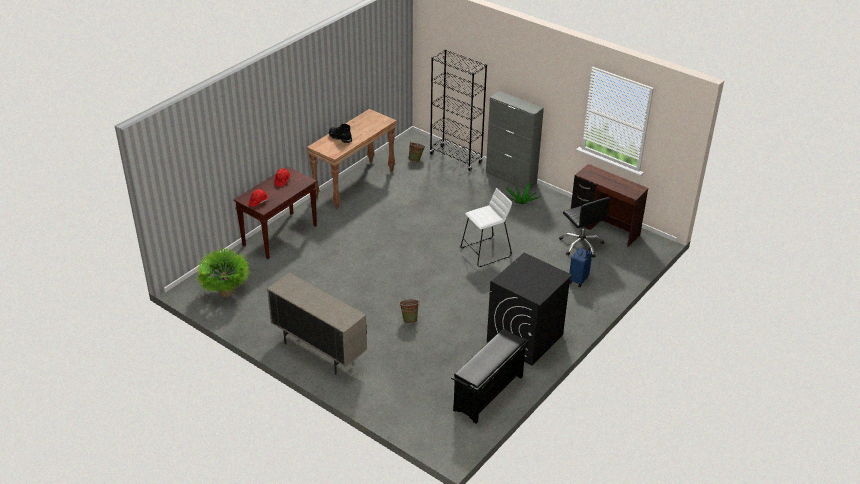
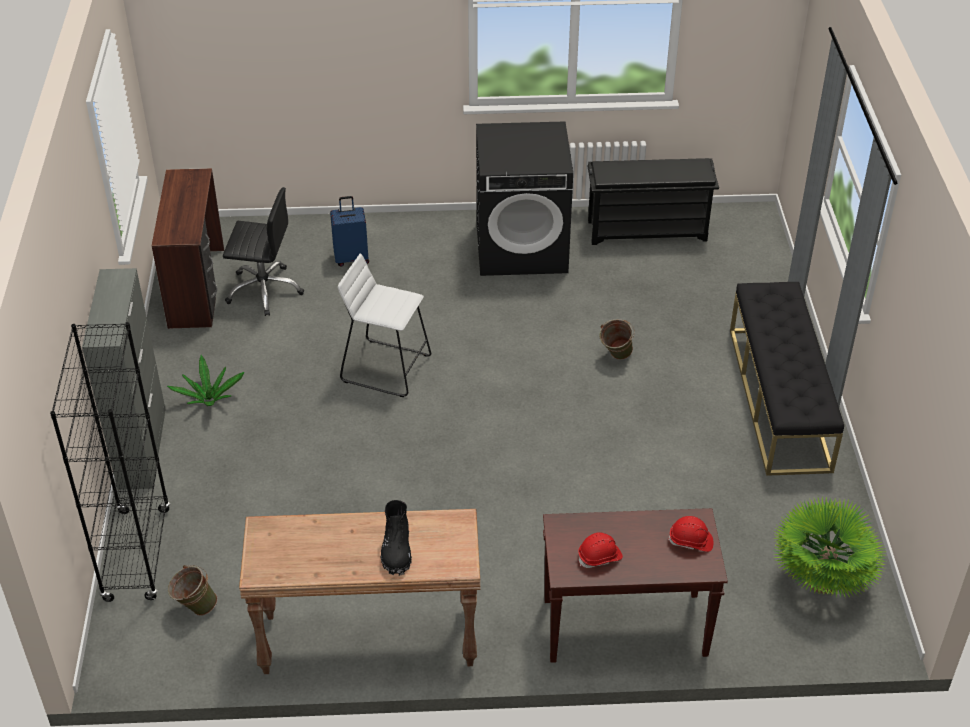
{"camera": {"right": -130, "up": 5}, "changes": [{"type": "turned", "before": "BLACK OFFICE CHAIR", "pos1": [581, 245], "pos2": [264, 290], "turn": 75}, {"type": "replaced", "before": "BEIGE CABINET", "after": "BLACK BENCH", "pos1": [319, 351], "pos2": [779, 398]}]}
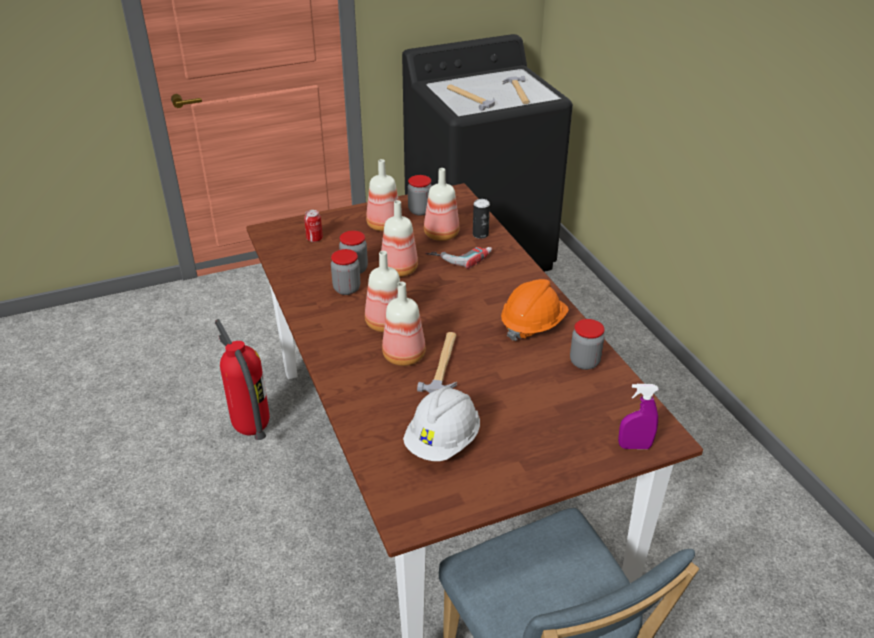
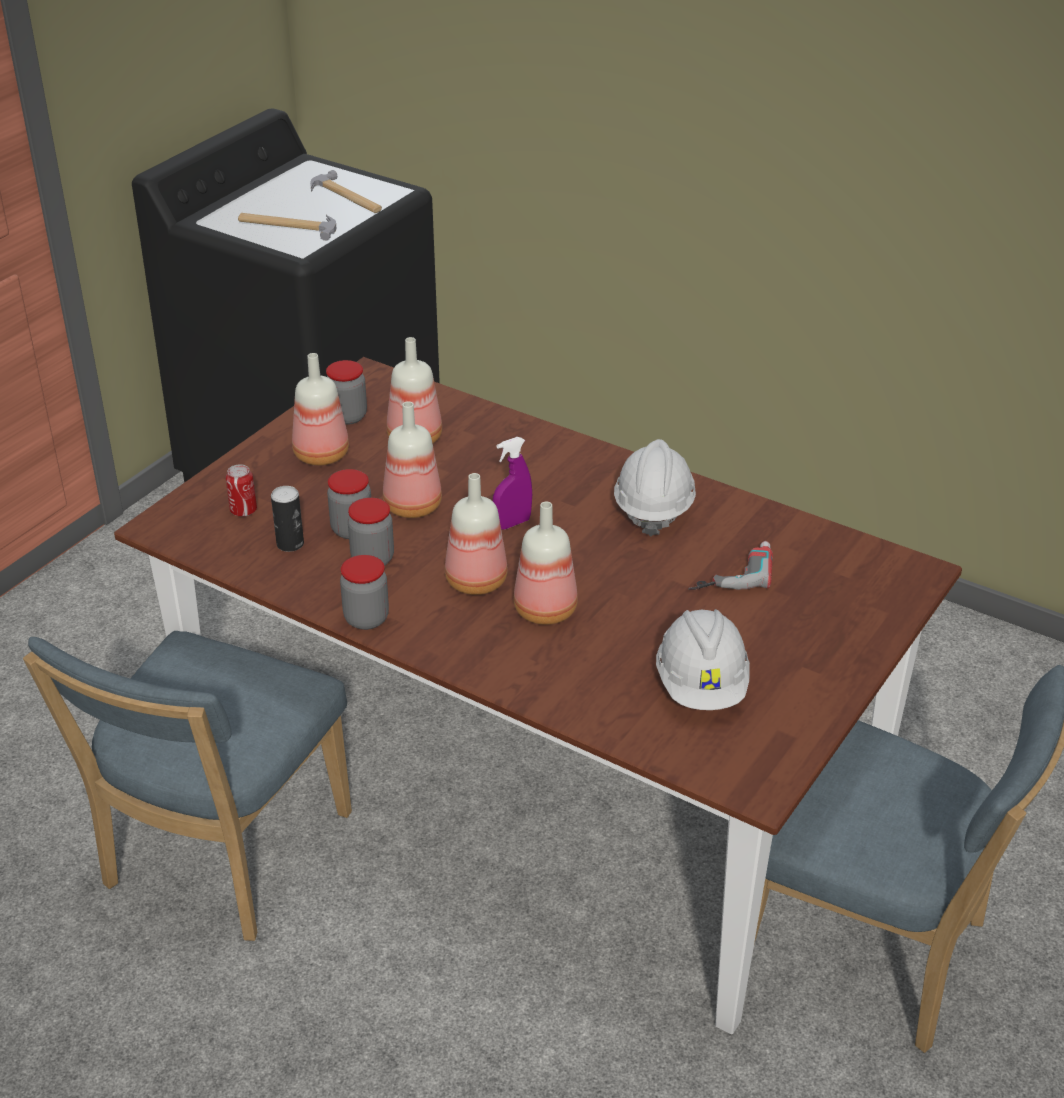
{"camera": {"right": -35, "up": 0}, "changes": [{"type": "moved", "before": "CAN", "pos1": [480, 234], "pos2": [290, 544]}, {"type": "moved", "before": "POWER DRILL", "pos1": [459, 255], "pos2": [730, 572]}, {"type": "recoloured", "before": "ORANGE HARD HAT", "after": "WHITE HARD HAT", "pos1": [532, 325], "pos2": [653, 508]}, {"type": "replaced", "before": "FIRE EXTINGUISHER", "after": "BLUE CHAIR", "pos1": [251, 430], "pos2": [220, 857]}, {"type": "moved", "before": "JAR", "pos1": [584, 362], "pos2": [366, 619]}, {"type": "removed", "before": "HAMMER", "pos1": [444, 365]}, {"type": "moved", "before": "PURPLE SPRAY BOTTLE", "pos1": [634, 446], "pos2": [512, 523]}]}
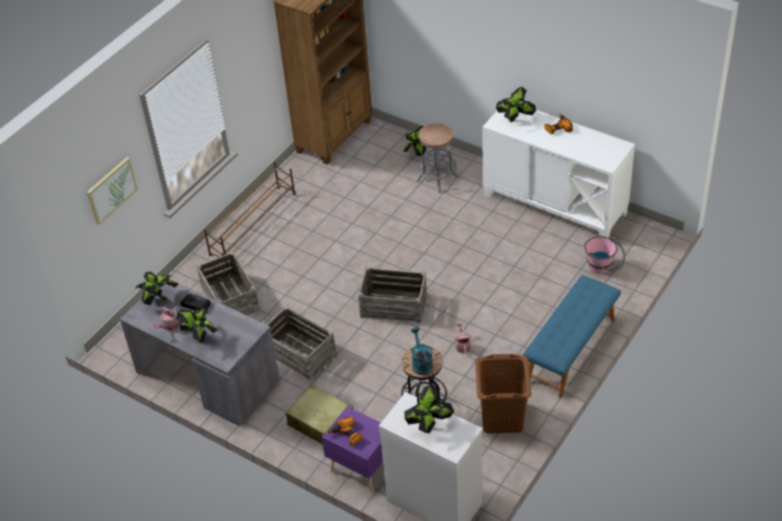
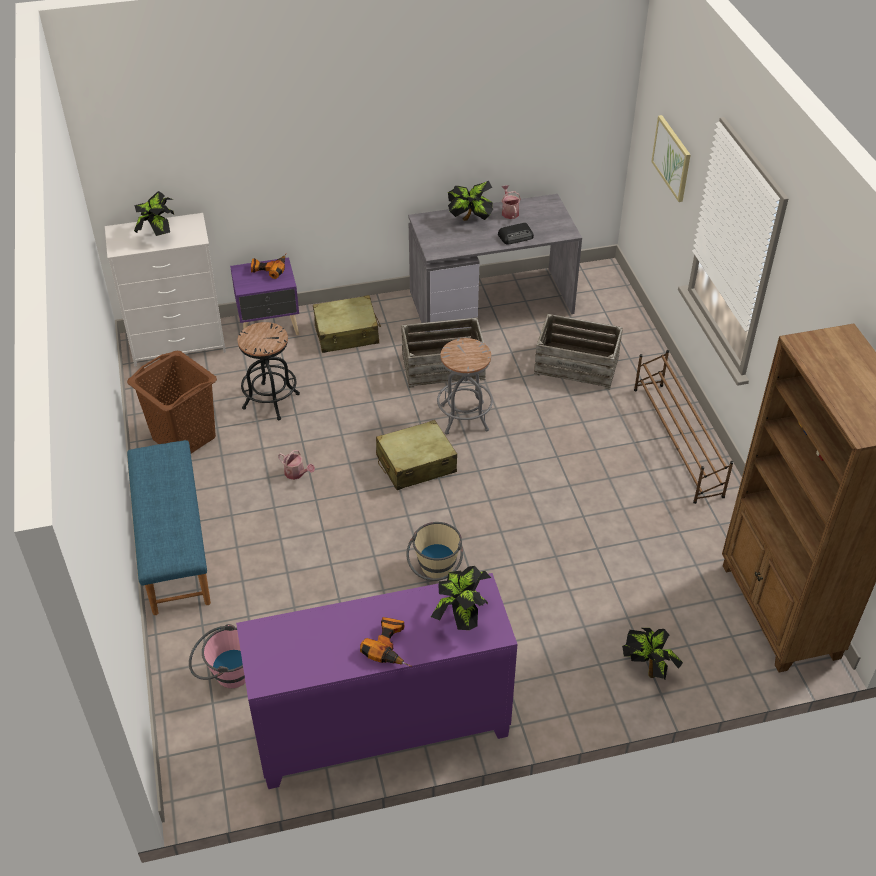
{"camera": {"right": 130, "up": 0}, "changes": [{"type": "recoloured", "before": "WHITE CABINET", "after": "PURPLE CABINET", "pos1": [555, 204], "pos2": [381, 728]}, {"type": "moved", "before": "GREY STOOL", "pos1": [437, 179], "pos2": [464, 417]}, {"type": "replaced", "before": "CRATE", "after": "BEIGE SUITCASE", "pos1": [394, 305], "pos2": [415, 464]}, {"type": "removed", "before": "POTTED PLANT", "pos1": [159, 300]}, {"type": "removed", "before": "TURQUOISE WATERING CAN", "pos1": [421, 363]}, {"type": "added", "after": "BEIGE BUCKET", "pos2": [435, 572]}]}
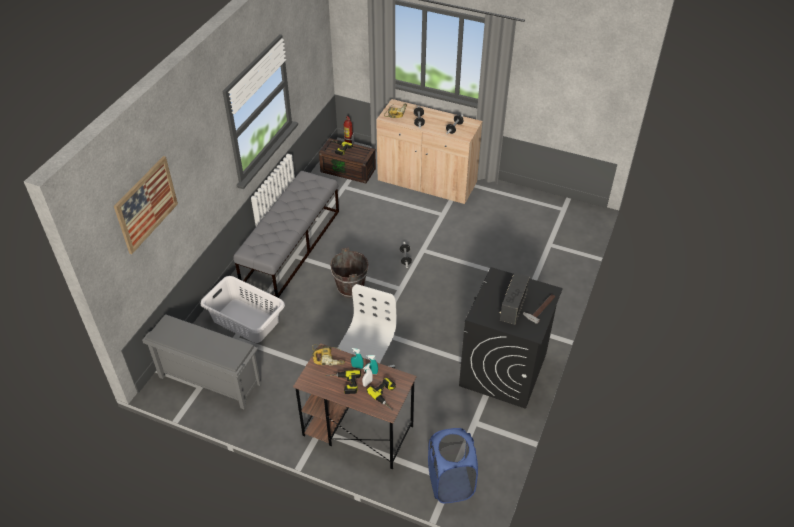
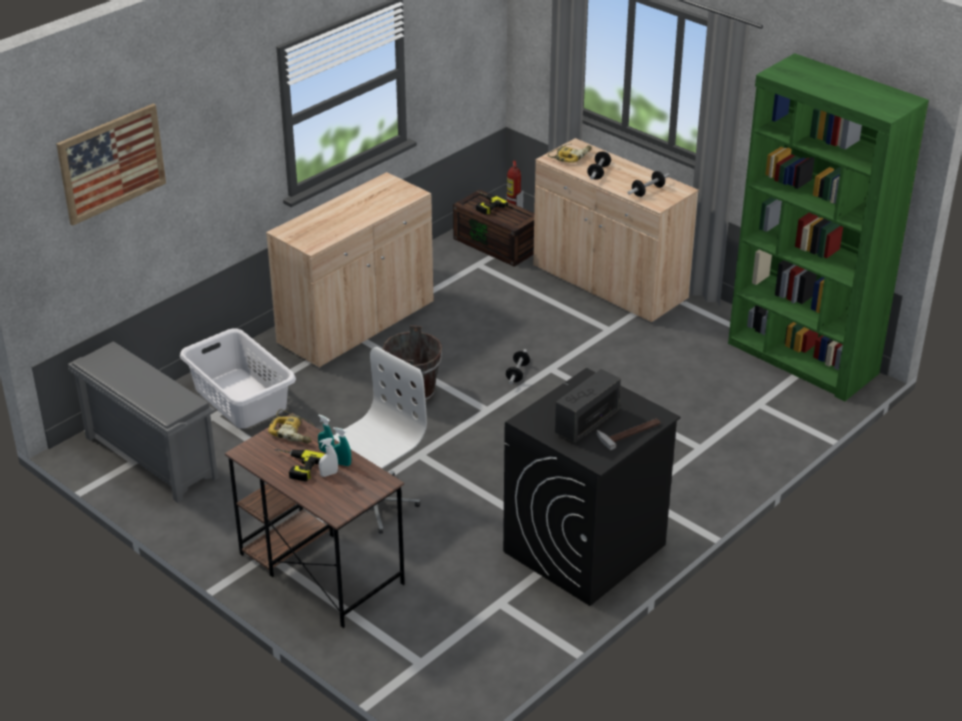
{"camera": {"right": 20, "up": -10}, "changes": [{"type": "replaced", "before": "GREY BENCH", "after": "BEIGE CABINET", "pos1": [291, 247], "pos2": [356, 324]}, {"type": "removed", "before": "POWER DRILL", "pos1": [387, 396]}, {"type": "removed", "before": "BLUE LAUNDRY BASKET", "pos1": [450, 483]}, {"type": "added", "after": "GREEN BOOKCASE", "pos2": [802, 359]}]}
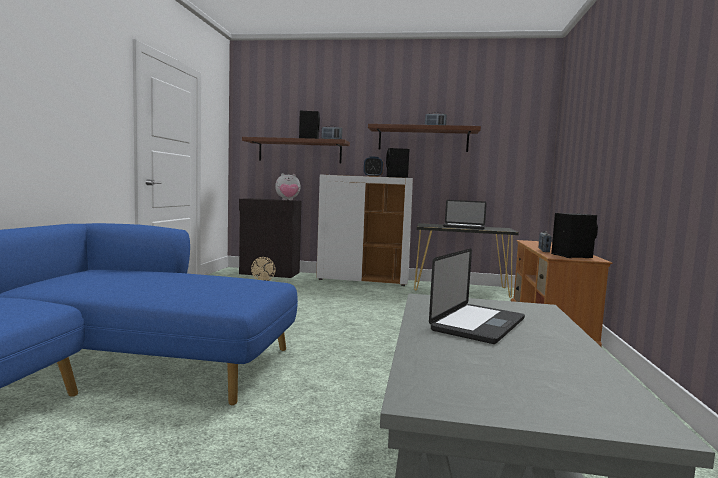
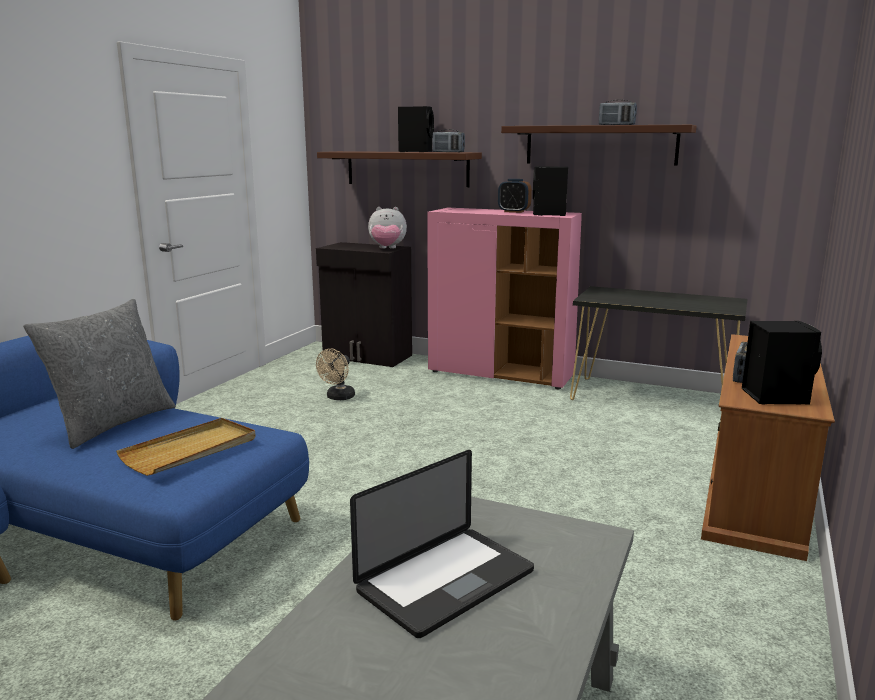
{"camera": {"right": 15, "up": 10}, "changes": [{"type": "recoloured", "before": "WHITE CABINET", "after": "PINK CABINET", "pos1": [363, 280], "pos2": [501, 374]}, {"type": "removed", "before": "LAPTOP", "pos1": [463, 227]}, {"type": "added", "after": "GREY PILLOW", "pos2": [112, 423]}, {"type": "added", "after": "BEIGE TRAY", "pos2": [191, 450]}]}
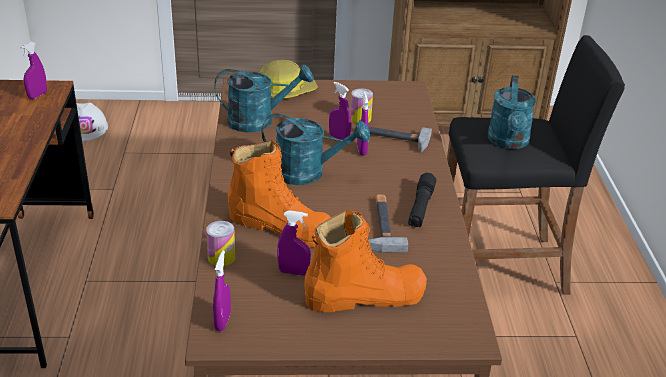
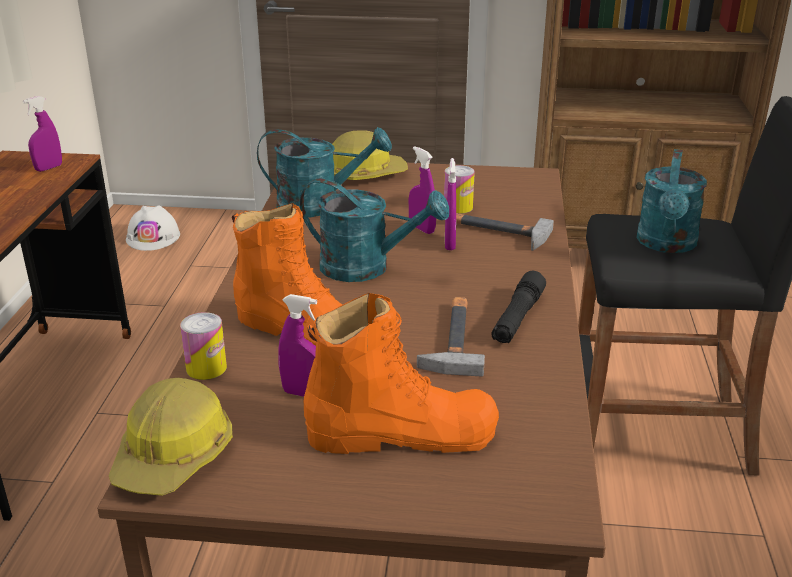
{"camera": {"right": 10, "up": -5}, "changes": [{"type": "replaced", "before": "PURPLE SPRAY BOTTLE", "after": "HARD HAT", "pos1": [222, 321], "pos2": [174, 456]}]}
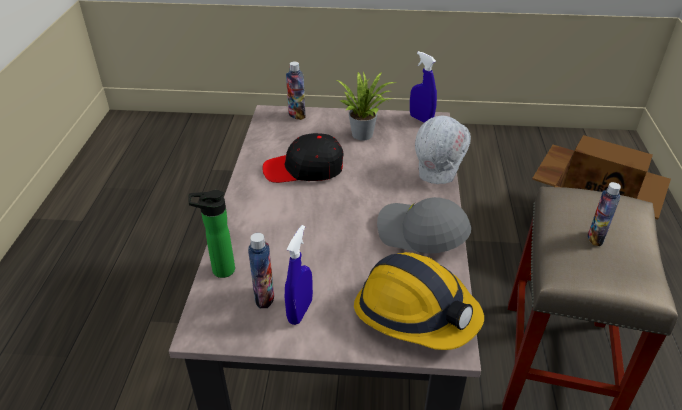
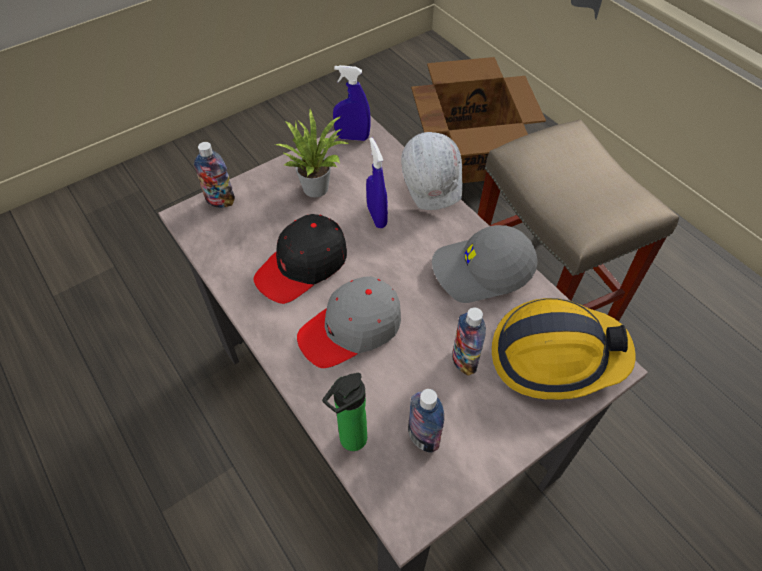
{"camera": {"right": -40, "up": 15}, "changes": [{"type": "moved", "before": "BOTTLE", "pos1": [595, 238], "pos2": [464, 361]}, {"type": "moved", "before": "BLUE SPRAY BOTTLE", "pos1": [300, 311], "pos2": [376, 217]}, {"type": "added", "after": "GREY CAP", "pos2": [351, 329]}]}
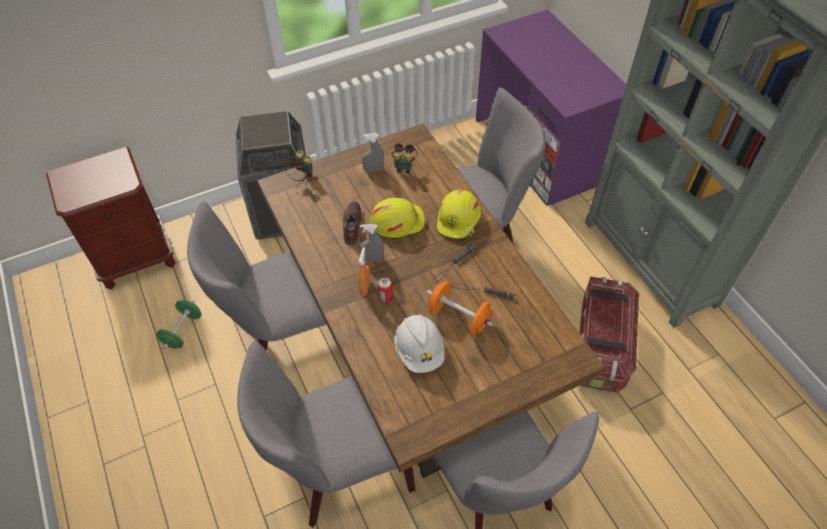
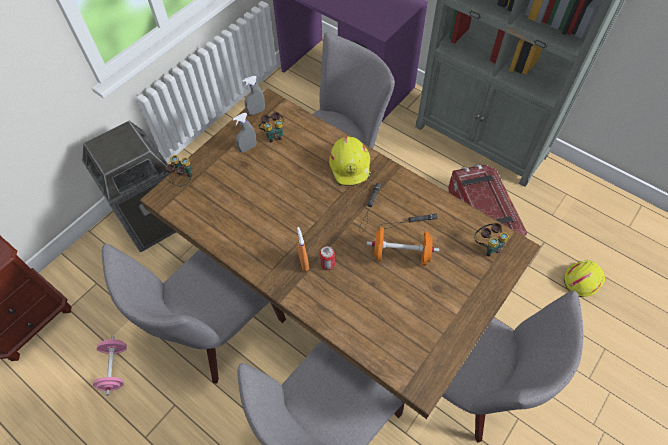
{"camera": {"right": -25, "up": 5}, "changes": [{"type": "moved", "before": "YELLOW HARD HAT", "pos1": [397, 222], "pos2": [582, 279]}, {"type": "removed", "before": "BROWN SHOE", "pos1": [351, 225]}, {"type": "moved", "before": "GREY SPRAY BOTTLE", "pos1": [372, 259], "pos2": [256, 111]}, {"type": "recoloured", "before": "GREEN DUMBBELL", "after": "PINK DUMBBELL", "pos1": [183, 331], "pos2": [115, 369]}, {"type": "removed", "before": "WHITE HARD HAT", "pos1": [419, 351]}, {"type": "added", "after": "BINOCULARS", "pos2": [487, 246]}]}
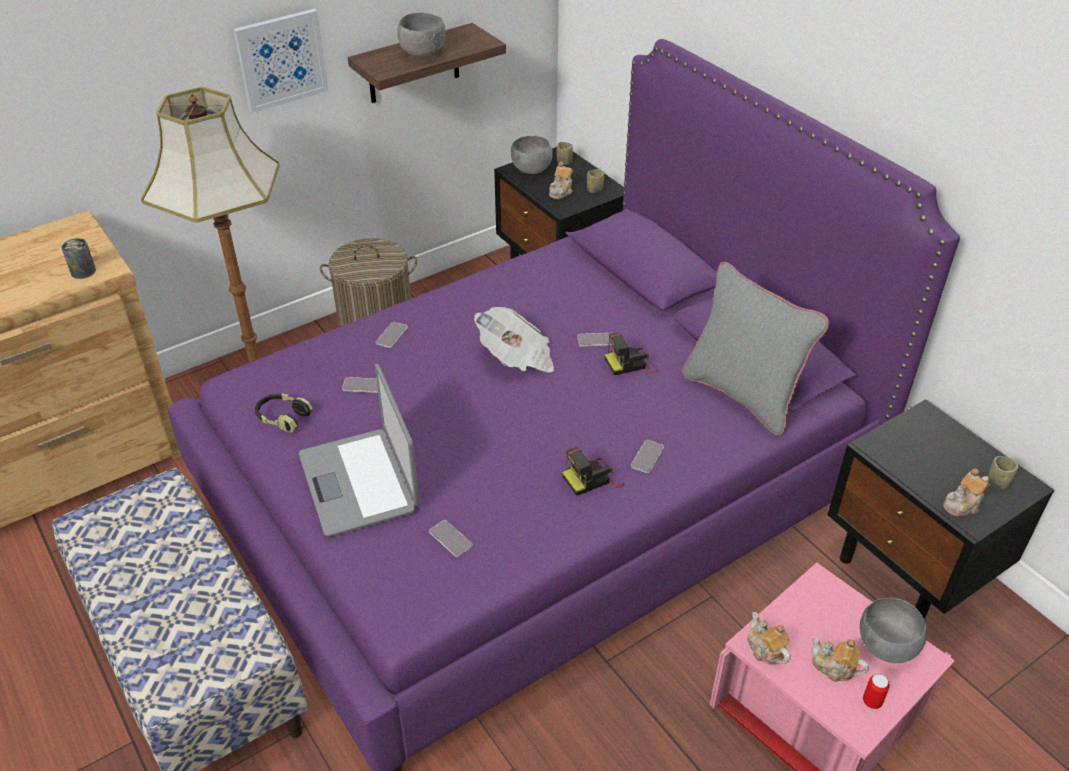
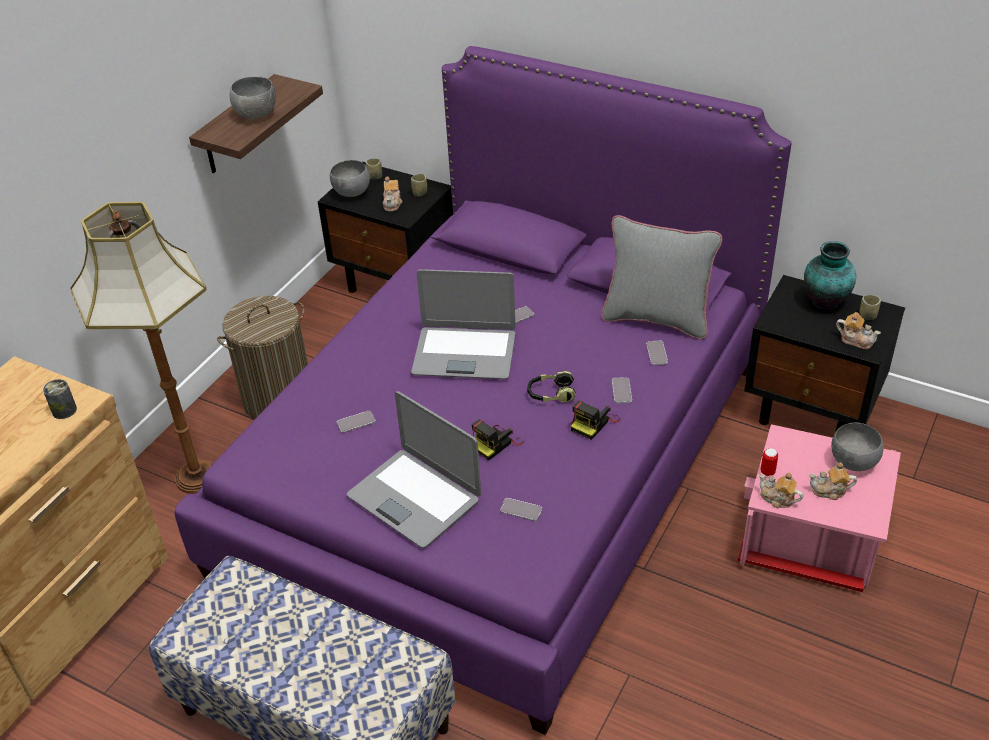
{"camera": {"right": -25, "up": 0}, "changes": [{"type": "removed", "before": "PICTURE", "pos1": [281, 60]}, {"type": "replaced", "before": "NEWSPAPER", "after": "LAPTOP", "pos1": [516, 358], "pos2": [464, 353]}, {"type": "moved", "before": "PHONE", "pos1": [391, 335], "pos2": [656, 353]}, {"type": "moved", "before": "PHOTO CAMERA", "pos1": [631, 364], "pos2": [496, 443]}, {"type": "moved", "before": "HEADPHONES", "pos1": [283, 418], "pos2": [551, 394]}, {"type": "turned", "before": "TEAPOT", "pos1": [963, 505], "pos2": [856, 340], "turn": -90}, {"type": "moved", "before": "CAN", "pos1": [872, 701], "pos2": [767, 472]}, {"type": "added", "after": "VASE", "pos2": [825, 302]}]}
